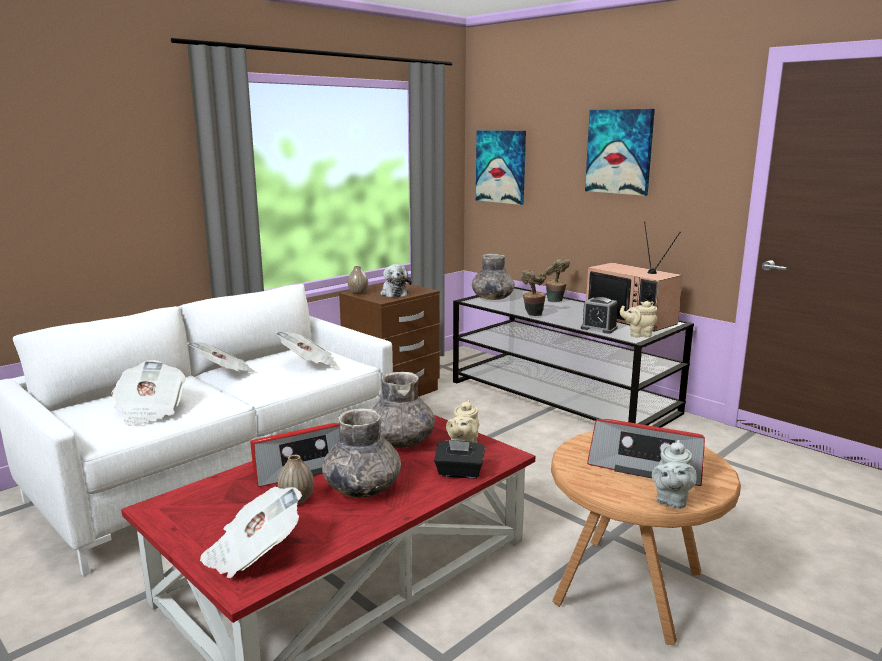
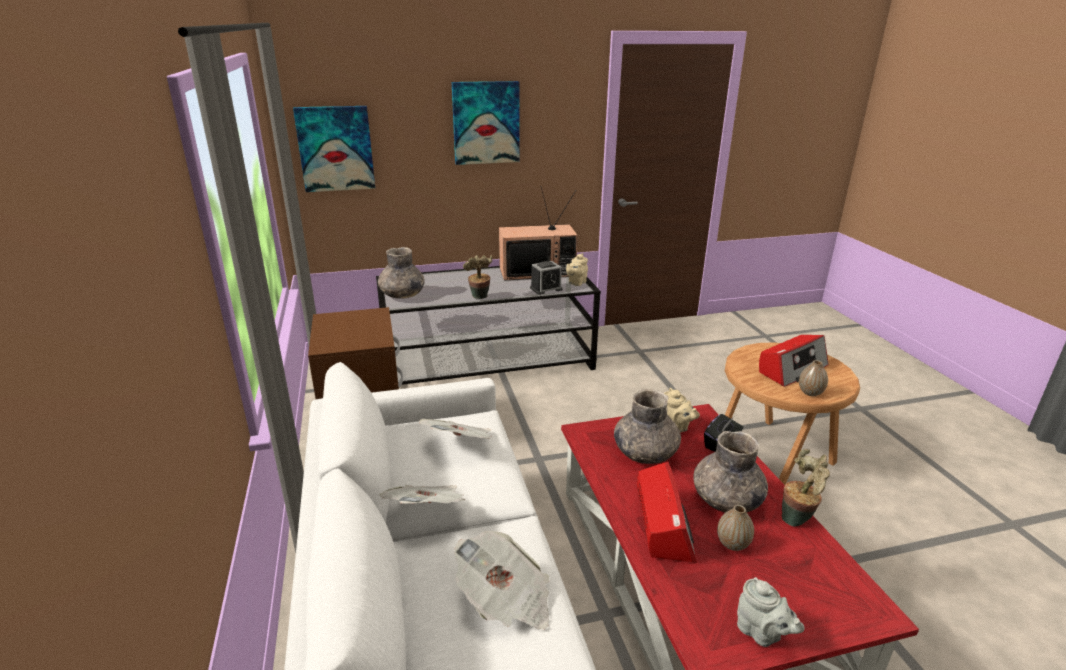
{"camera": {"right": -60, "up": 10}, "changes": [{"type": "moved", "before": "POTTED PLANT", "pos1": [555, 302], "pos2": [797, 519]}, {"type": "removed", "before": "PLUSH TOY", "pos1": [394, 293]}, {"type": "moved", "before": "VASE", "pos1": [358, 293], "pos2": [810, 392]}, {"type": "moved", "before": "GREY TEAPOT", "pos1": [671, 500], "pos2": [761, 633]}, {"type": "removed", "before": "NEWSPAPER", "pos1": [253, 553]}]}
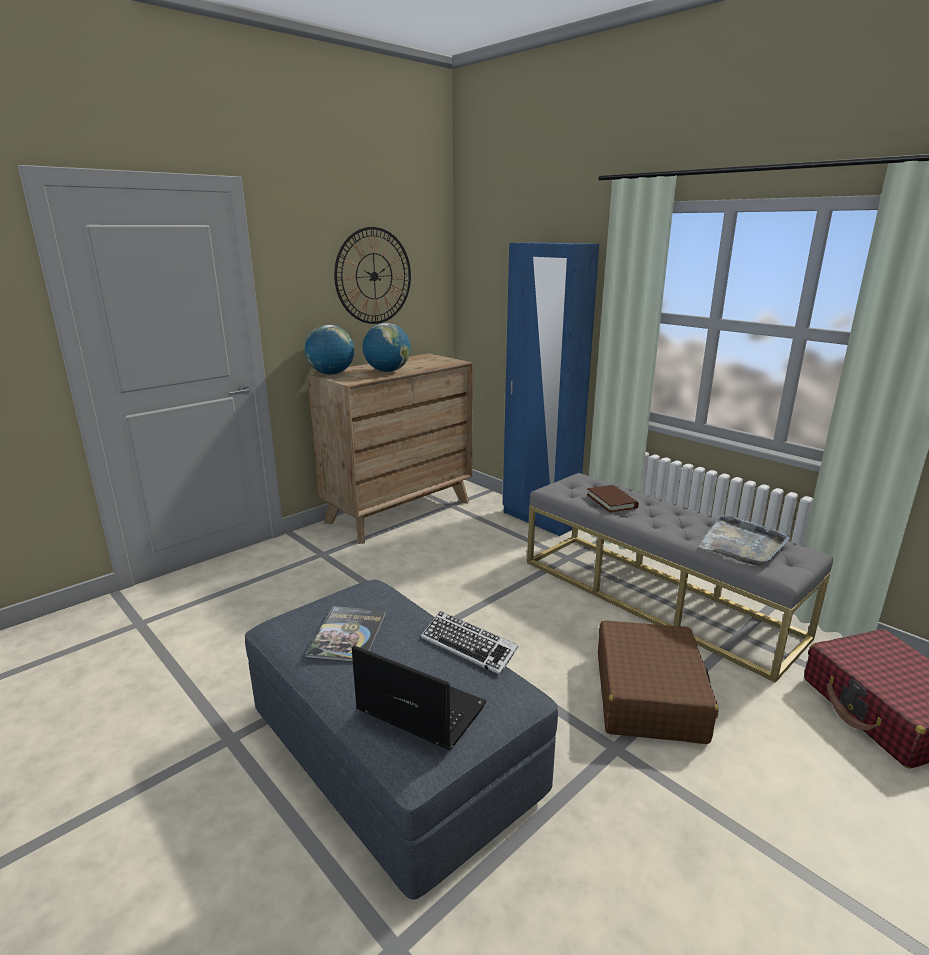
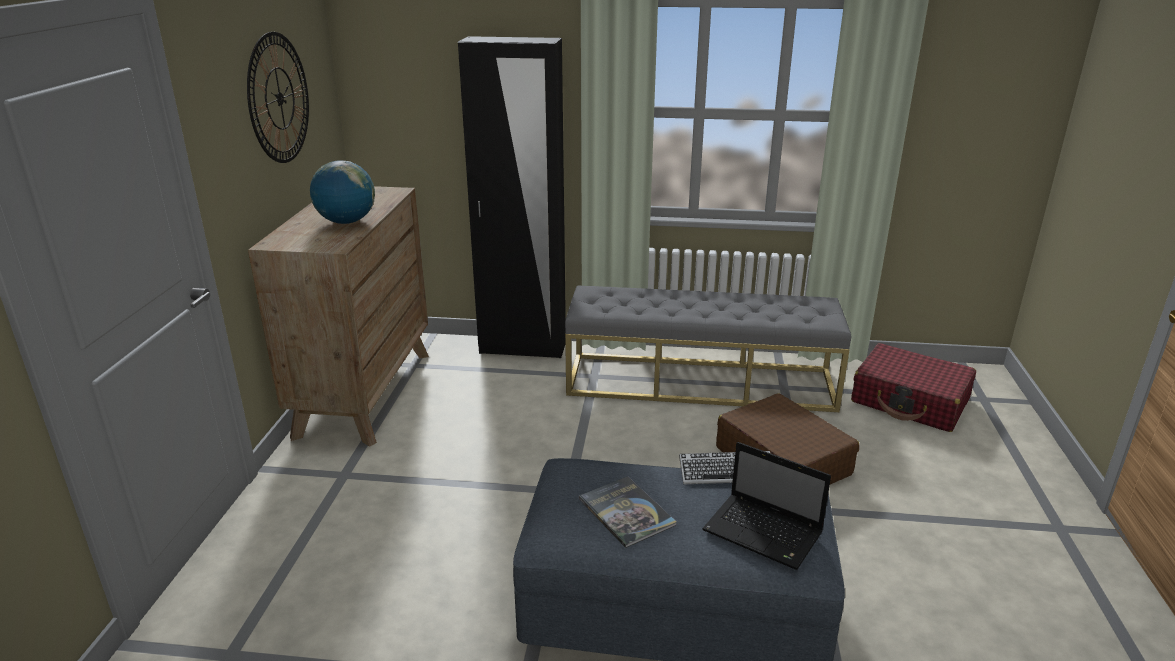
{"camera": {"right": -40, "up": 5}, "changes": [{"type": "recoloured", "before": "BLUE WARDROBE", "after": "BLACK WARDROBE", "pos1": [539, 520], "pos2": [522, 348]}, {"type": "removed", "before": "GLOBE", "pos1": [331, 374]}, {"type": "removed", "before": "BROWN BOOK", "pos1": [611, 501]}, {"type": "removed", "before": "GREY TRAY", "pos1": [742, 544]}, {"type": "turned", "before": "LAPTOP", "pos1": [418, 709], "pos2": [765, 533], "turn": -135}]}
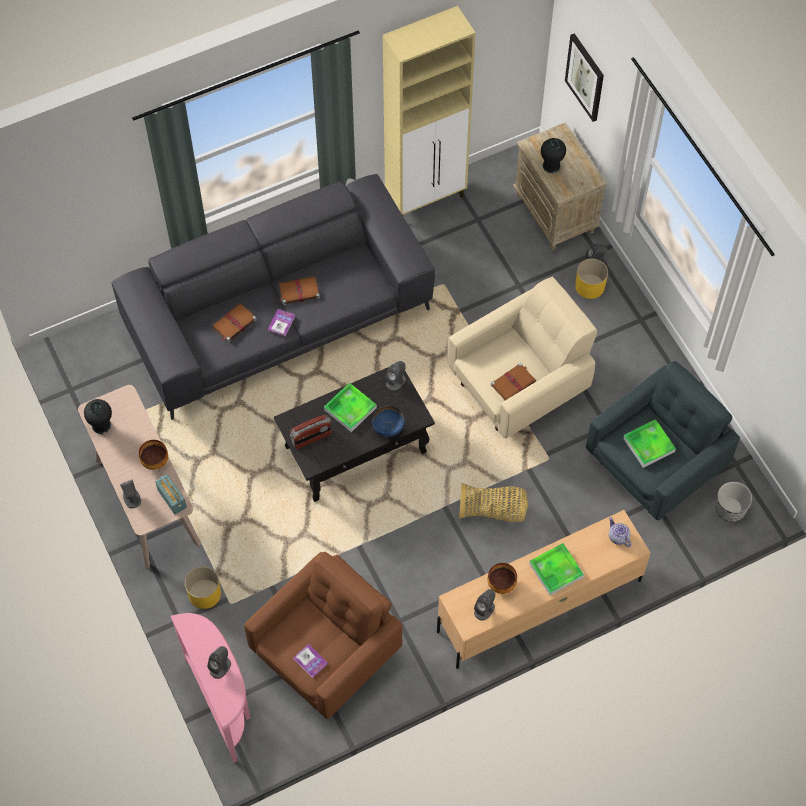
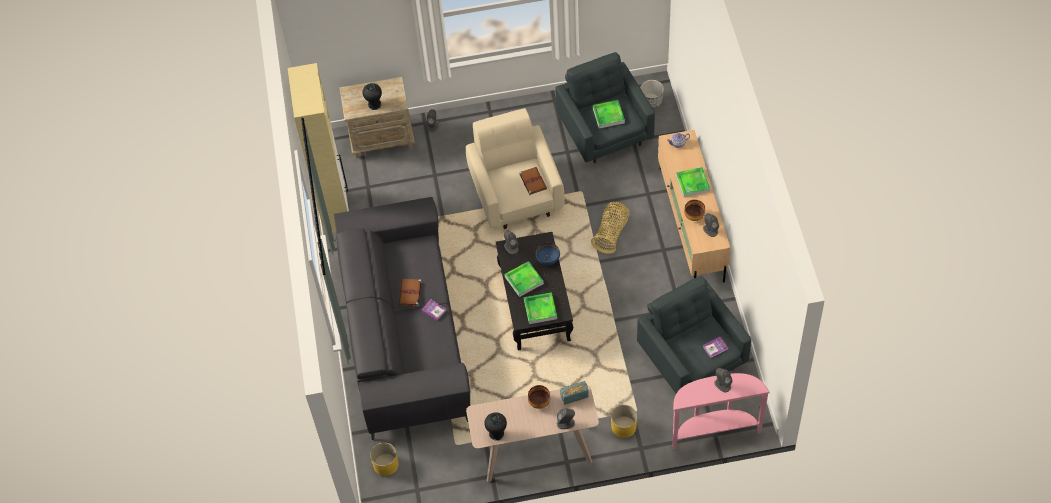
{"camera": {"right": -70, "up": -5}, "changes": [{"type": "removed", "before": "PICTURE", "pos1": [585, 77]}, {"type": "moved", "before": "YELLOW PLANTER", "pos1": [590, 286], "pos2": [385, 464]}, {"type": "removed", "before": "BROWN BOOK", "pos1": [233, 324]}, {"type": "replaced", "before": "RADIO", "after": "TRAY", "pos1": [311, 438], "pos2": [540, 309]}, {"type": "recoloured", "before": "BROWN ARMCHAIR", "after": "GREY ARMCHAIR", "pos1": [327, 653], "pos2": [692, 357]}]}
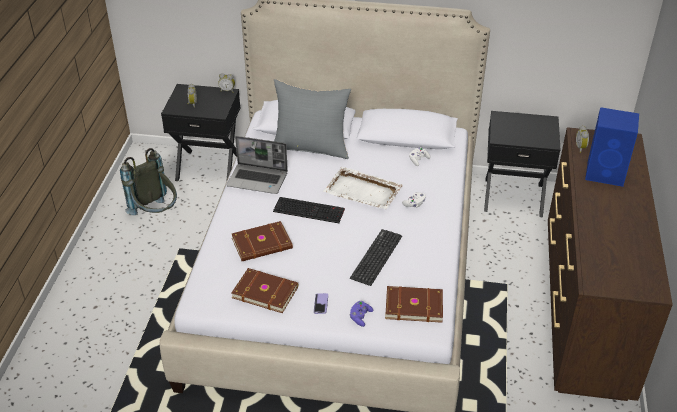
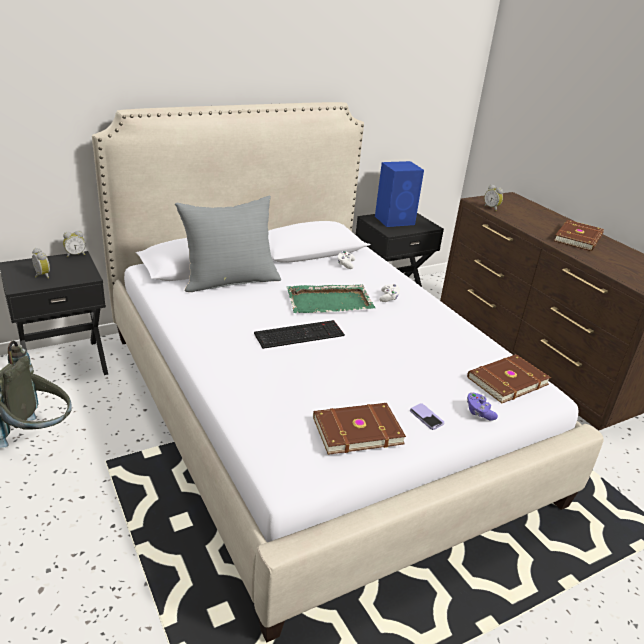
{"camera": {"right": -40, "up": -10}, "changes": [{"type": "moved", "before": "BLUE SPEAKER", "pos1": [606, 173], "pos2": [395, 220]}, {"type": "removed", "before": "LAPTOP", "pos1": [258, 179]}, {"type": "recoloured", "before": "WHITE TRAY", "after": "GREEN TRAY", "pos1": [363, 191], "pos2": [330, 301]}, {"type": "moved", "before": "BROWN BOOK", "pos1": [262, 244], "pos2": [579, 238]}, {"type": "removed", "before": "KEYBOARD", "pos1": [376, 257]}]}
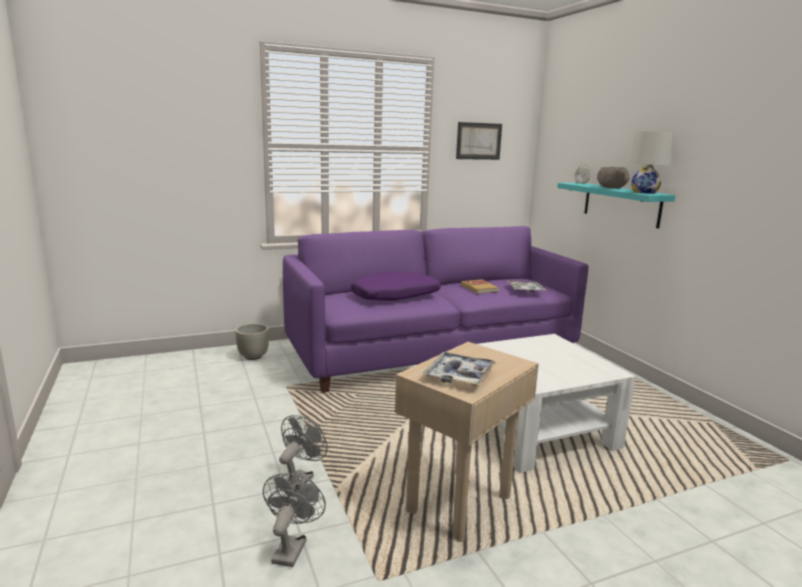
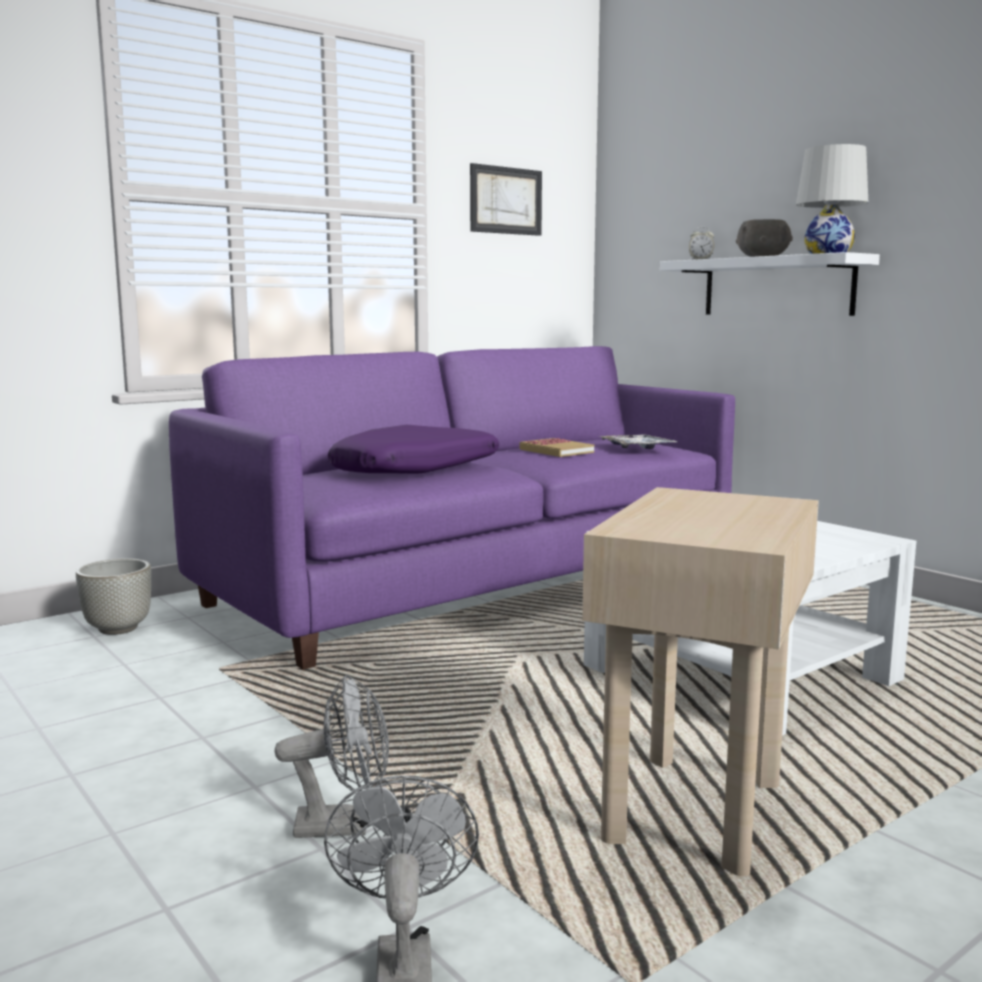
{"camera": {"right": -15, "up": -5}, "changes": [{"type": "recoloured", "before": "TURQUOISE SHELF", "after": "WHITE SHELF", "pos1": [621, 204], "pos2": [777, 287]}, {"type": "removed", "before": "TRAY", "pos1": [459, 375]}, {"type": "turned", "before": "GREY FAN", "pos1": [300, 479], "pos2": [344, 825], "turn": 75}]}
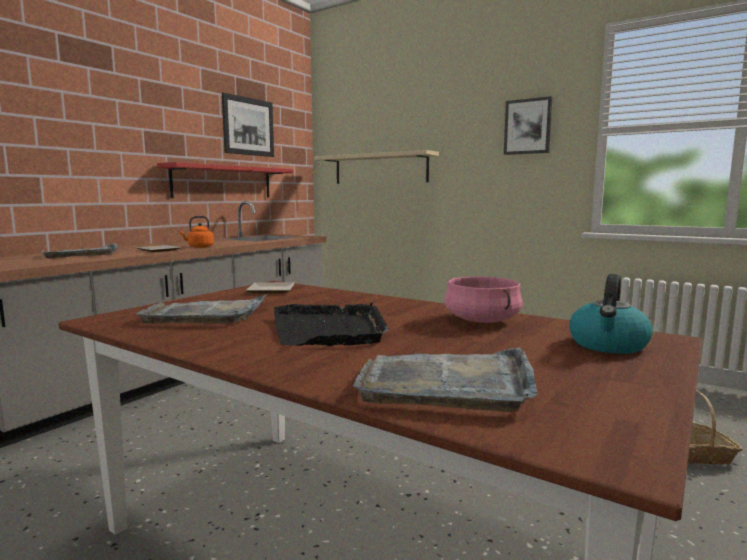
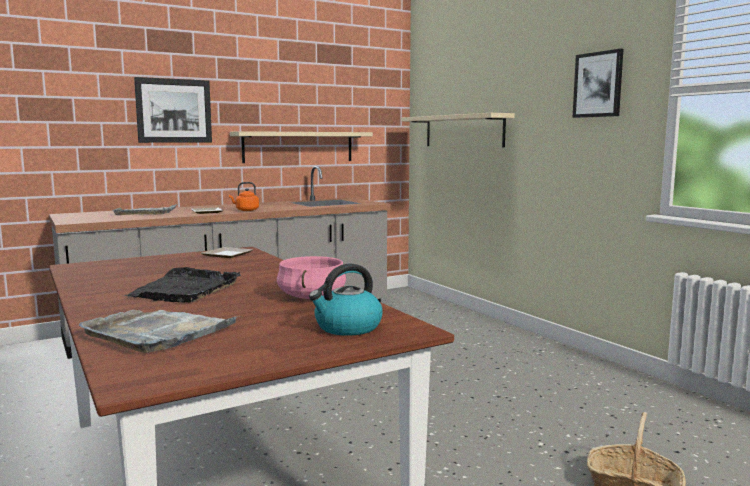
{"camera": {"right": 25, "up": 0}, "changes": [{"type": "moved", "before": "PICTURE", "pos1": [248, 126], "pos2": [174, 111]}, {"type": "recoloured", "before": "RED SHELF", "after": "BEIGE SHELF", "pos1": [223, 182], "pos2": [298, 147]}, {"type": "removed", "before": "GREY TRAY", "pos1": [207, 314]}]}
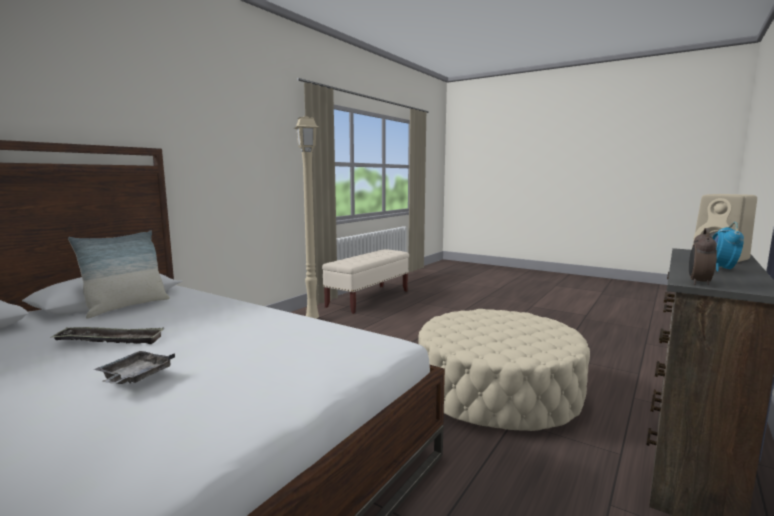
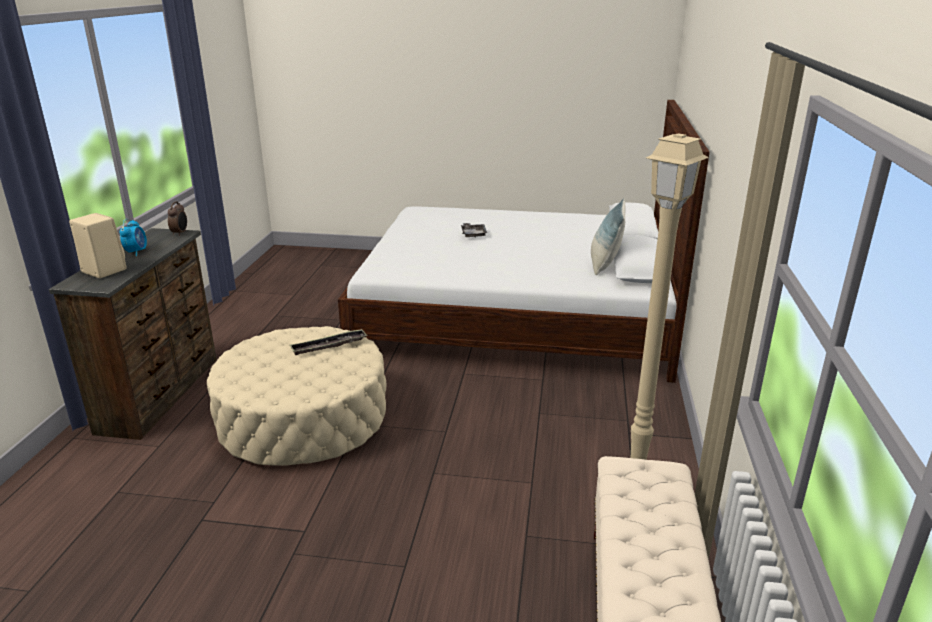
{"camera": {"right": 155, "up": 15}, "changes": [{"type": "moved", "before": "TRAY", "pos1": [110, 340], "pos2": [329, 345]}]}
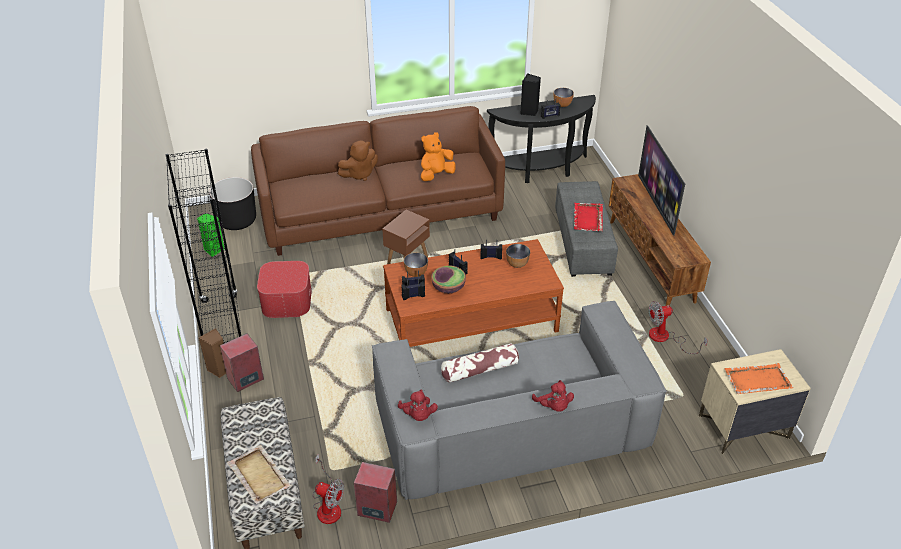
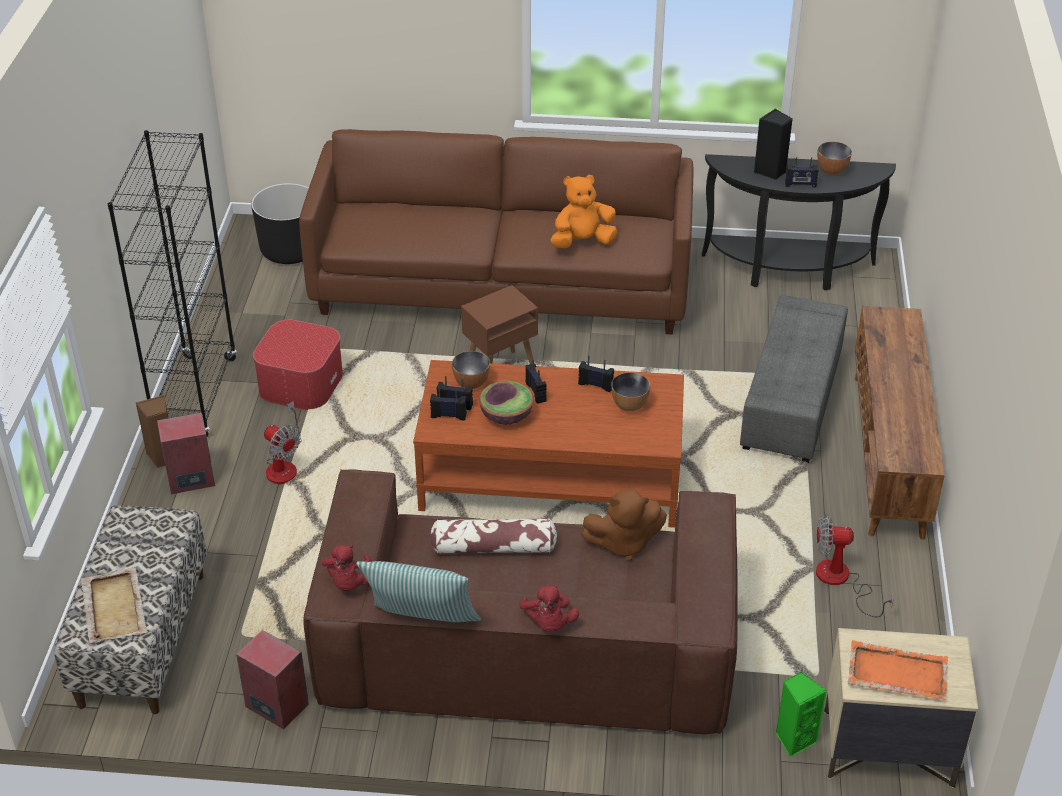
{"camera": {"right": 20, "up": 0}, "changes": [{"type": "removed", "before": "TELEVISION", "pos1": [657, 204]}, {"type": "moved", "before": "BROWN PLUSH TOY", "pos1": [359, 174], "pos2": [623, 543]}, {"type": "removed", "before": "RED TRAY", "pos1": [588, 218]}, {"type": "moved", "before": "GREEN SPEAKER", "pos1": [213, 250], "pos2": [794, 739]}, {"type": "recoloured", "before": "GREY SOFA", "after": "BROWN SOFA", "pos1": [511, 426], "pos2": [526, 646]}, {"type": "moved", "before": "FAN", "pos1": [327, 506], "pos2": [284, 465]}, {"type": "added", "after": "PILLOW", "pos2": [422, 626]}]}
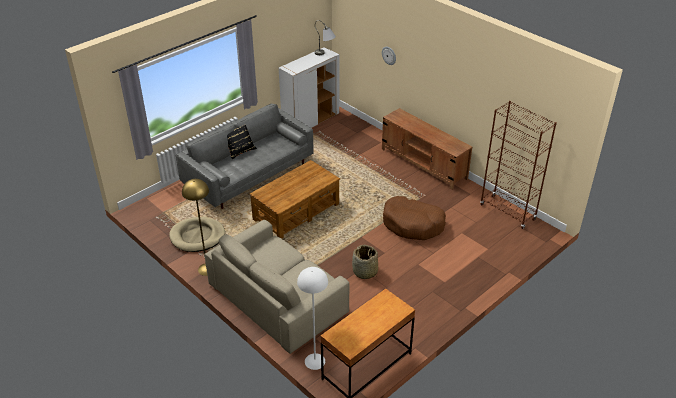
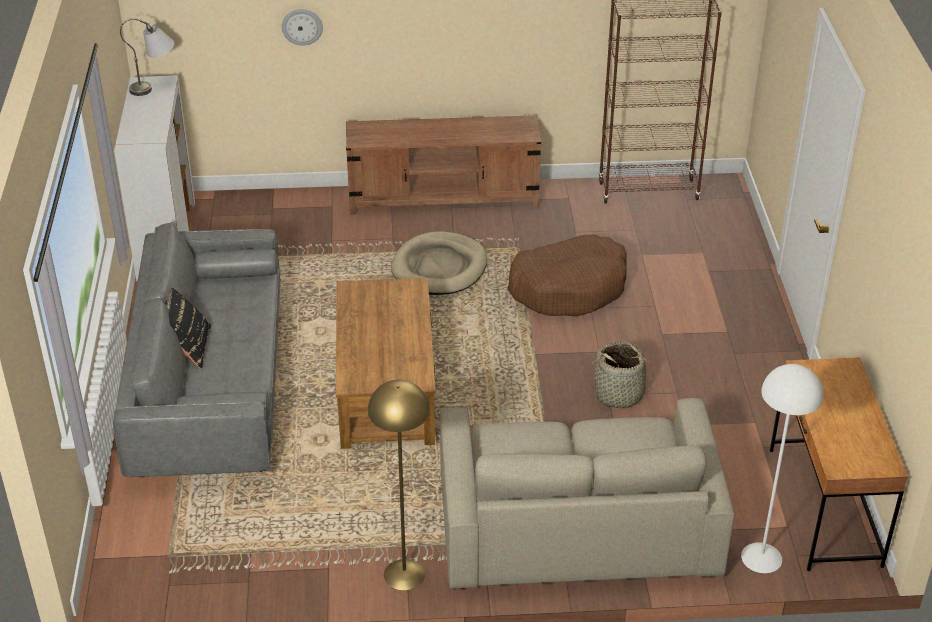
{"camera": {"right": -50, "up": 0}, "changes": [{"type": "moved", "before": "BEIGE DOG BED", "pos1": [197, 236], "pos2": [439, 268]}]}
